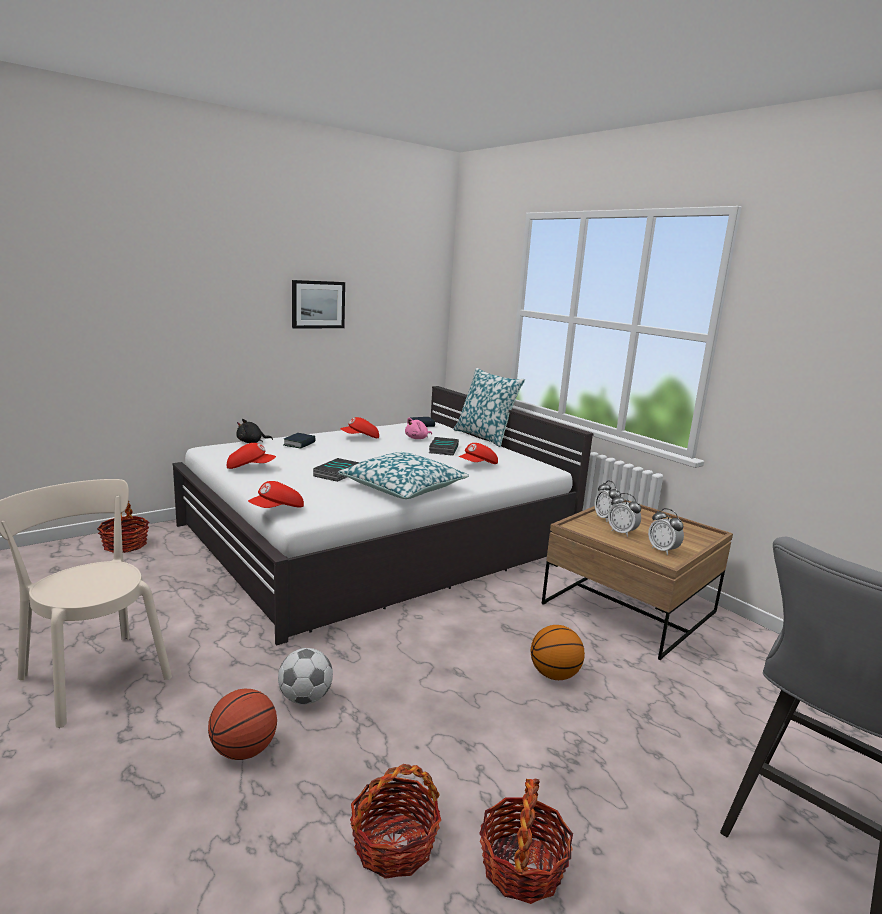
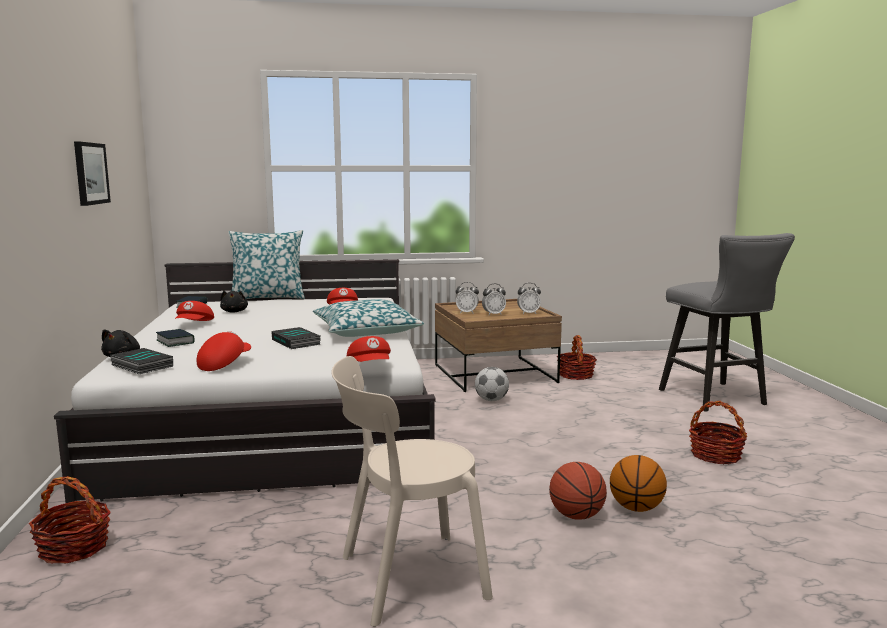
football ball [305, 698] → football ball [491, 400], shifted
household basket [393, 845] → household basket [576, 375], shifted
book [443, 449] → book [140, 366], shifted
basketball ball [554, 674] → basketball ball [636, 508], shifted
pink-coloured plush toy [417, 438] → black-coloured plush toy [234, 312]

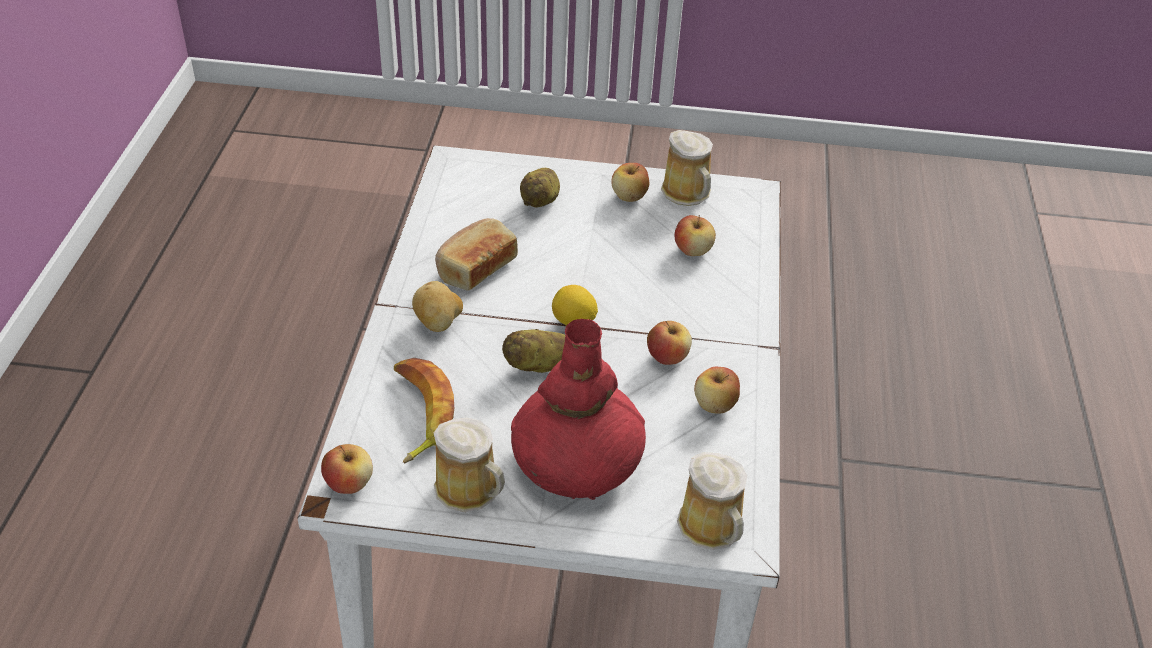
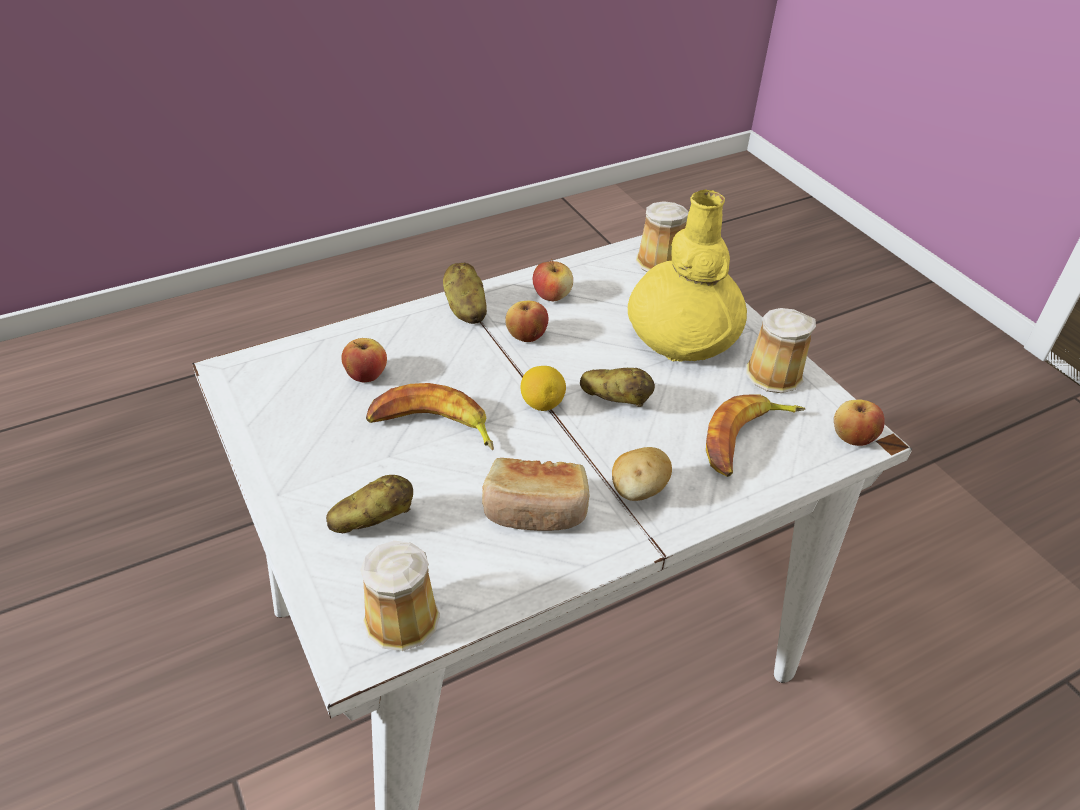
whole apple [629, 196] → -
- → whole banana [432, 427]
- → whole potato [465, 309]
coffee mug [688, 194] → coffee mug [404, 615], shifted
reddish flower vase [576, 462] → yellow flower vase [683, 335]

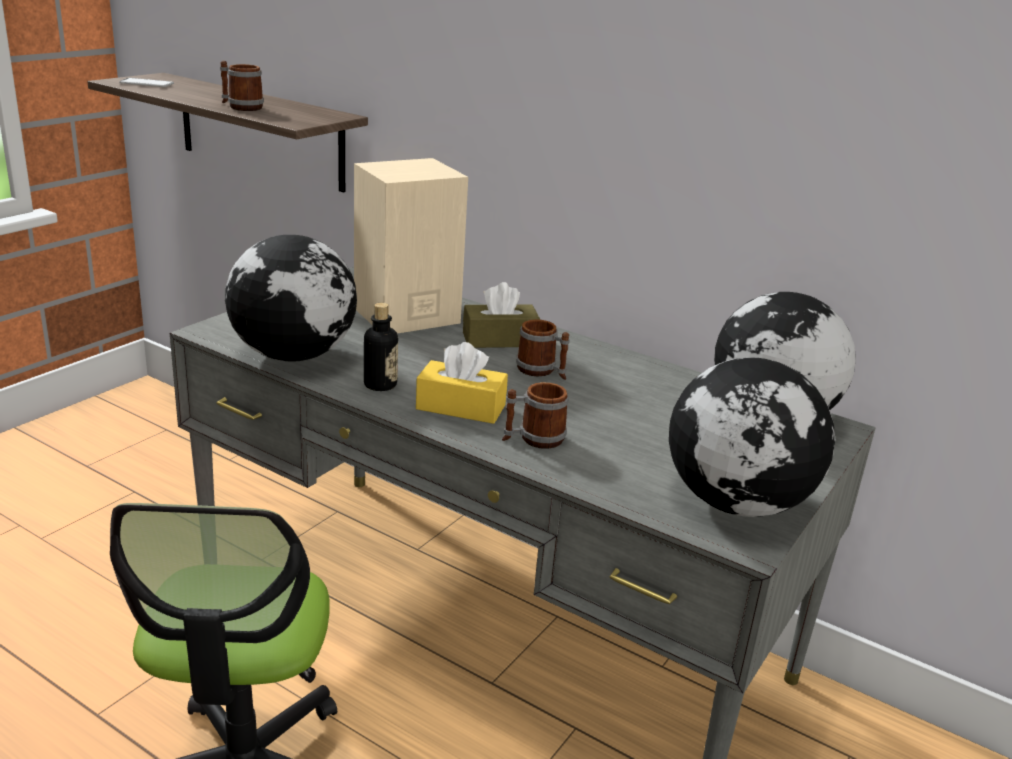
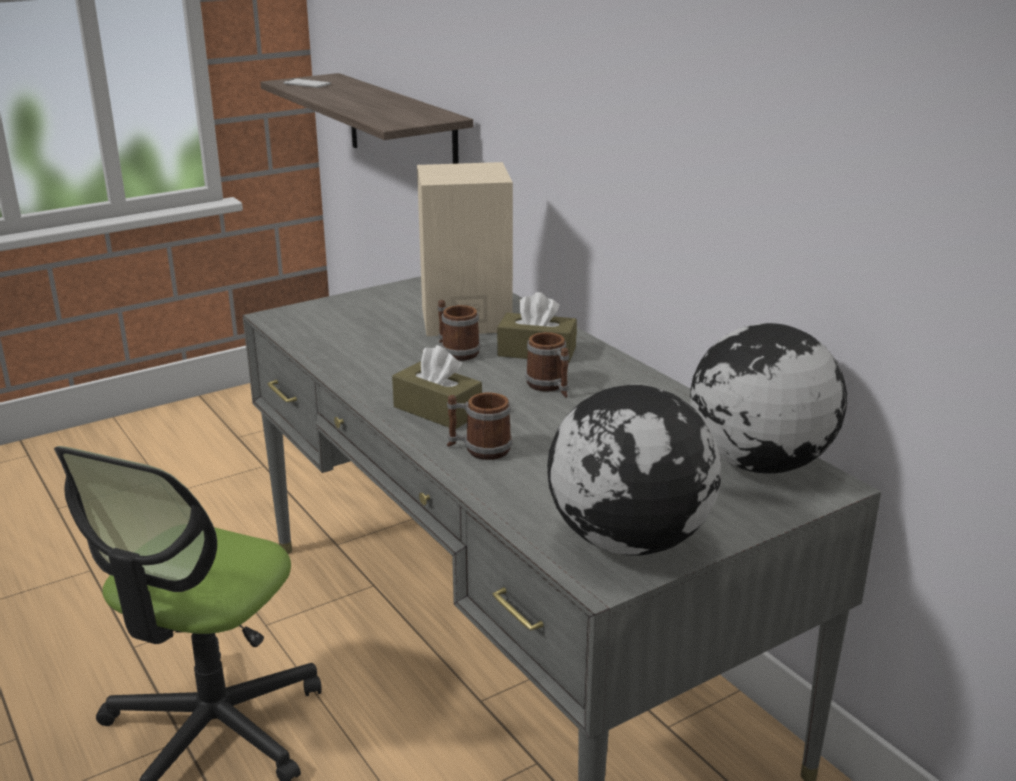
desk globe [294, 355] → -
drink bottle [380, 385] → -
coffee mug [241, 107] → coffee mug [456, 351], shifted
yellow tissue holder [461, 407] → brown tissue holder [437, 410]

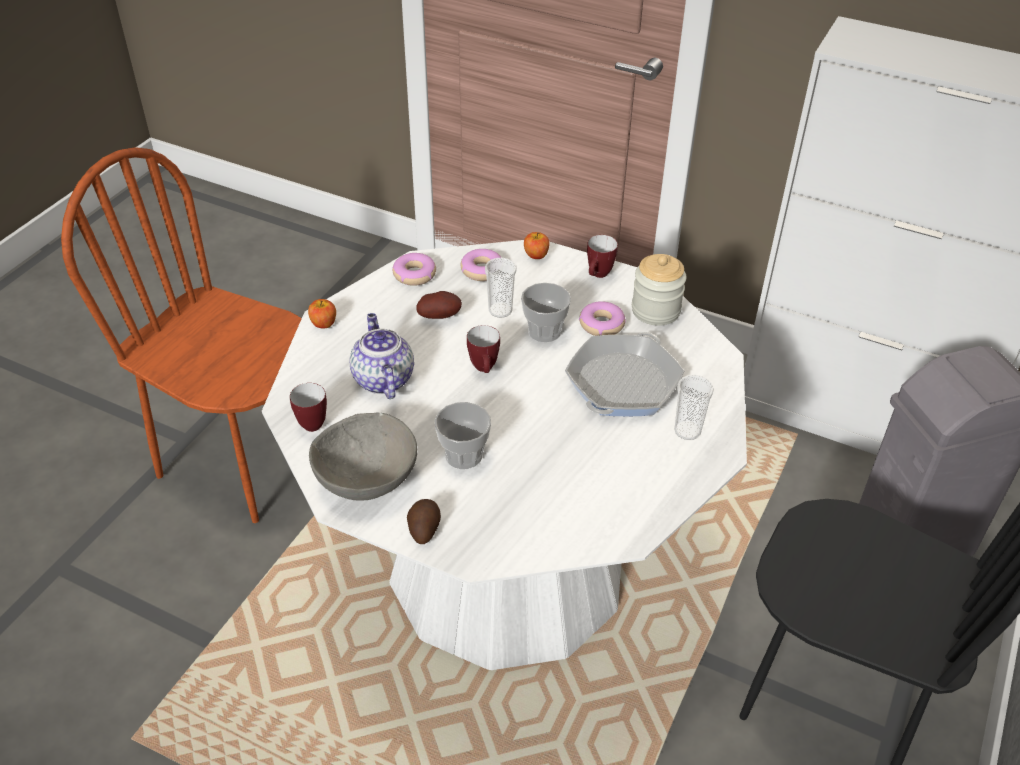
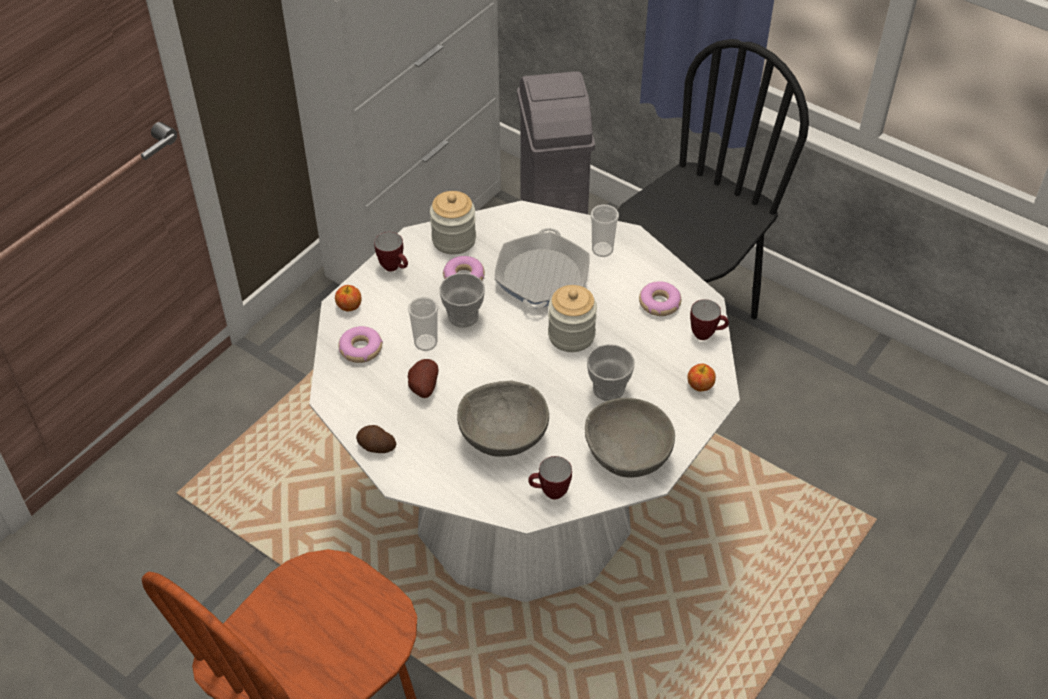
- → storage jar [571, 335]
whole apple [324, 323] → whole apple [700, 386], shifted
doughnut [414, 274] → doughnut [659, 303], shifted
whole potato [423, 528] → whole potato [376, 447], shifted
coffee mug [485, 369] → coffee mug [706, 334], shifted
teapot [382, 379] → greyish deep dish [502, 437]
pan [623, 384] → pan [542, 277], 60 degrees clockwise

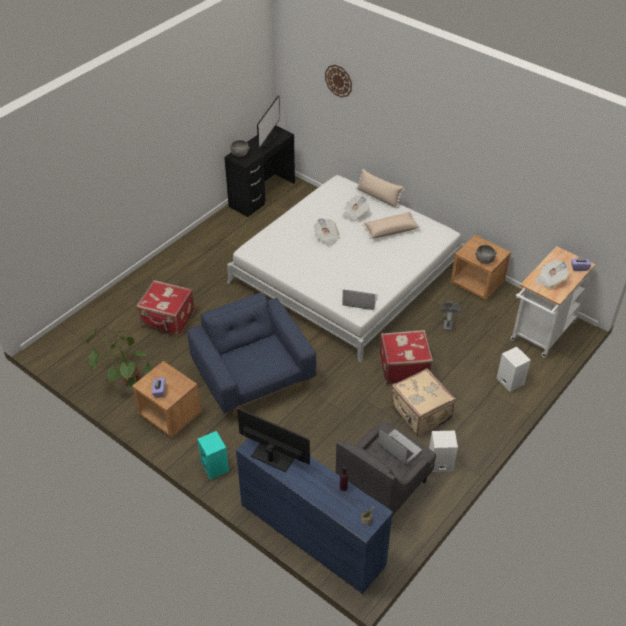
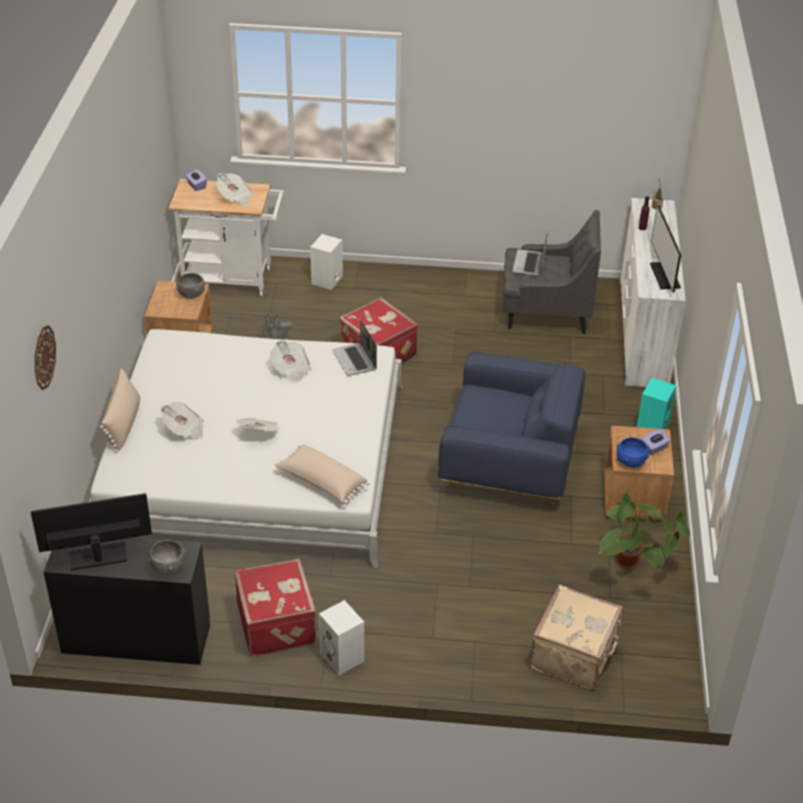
- → printed paper [291, 370]
- → blue-coloured deep dish [631, 462]
reddish suitcase [168, 319] → reddish suitcase [278, 624], shifted
beige-coloured pillow [390, 230] → beige-coloured pillow [321, 482], shifted
beige-coloured suitcase [420, 414] → beige-coloured suitcase [575, 655], shifted
white loudspeaker [439, 463] → white loudspeaker [343, 657], shifted
blue-coloured chest of drawers [312, 534] → white chest of drawers [642, 334]
blue-coloured lounge chair [253, 376] → blue-coloured lounge chair [510, 460], 105 degrees counterclockwise

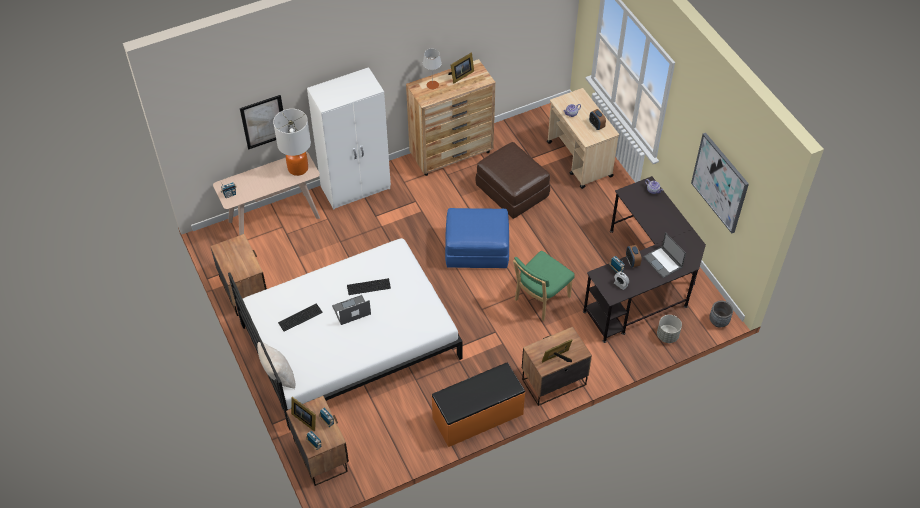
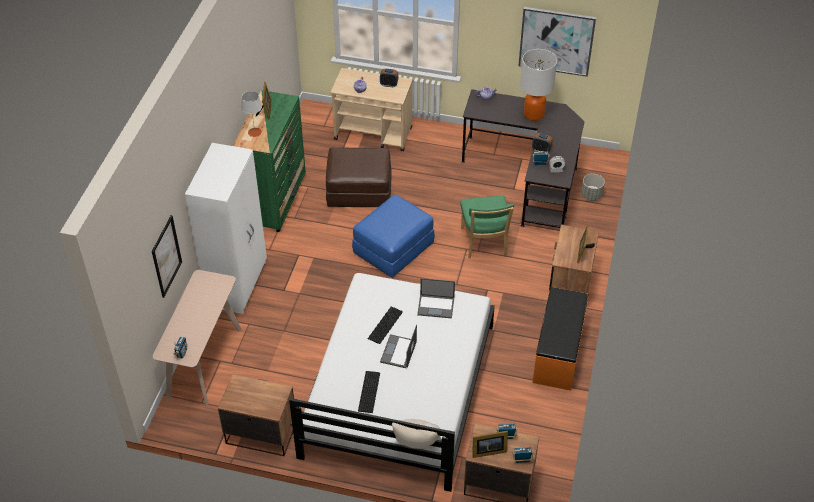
greyish planter [718, 321] → -
tabletop lamp [298, 168] → tabletop lamp [533, 114], shifted
notebook computer [663, 262] → notebook computer [436, 306], shifted
brown chest of drawers [452, 154] → greenish chest of drawers [276, 201]

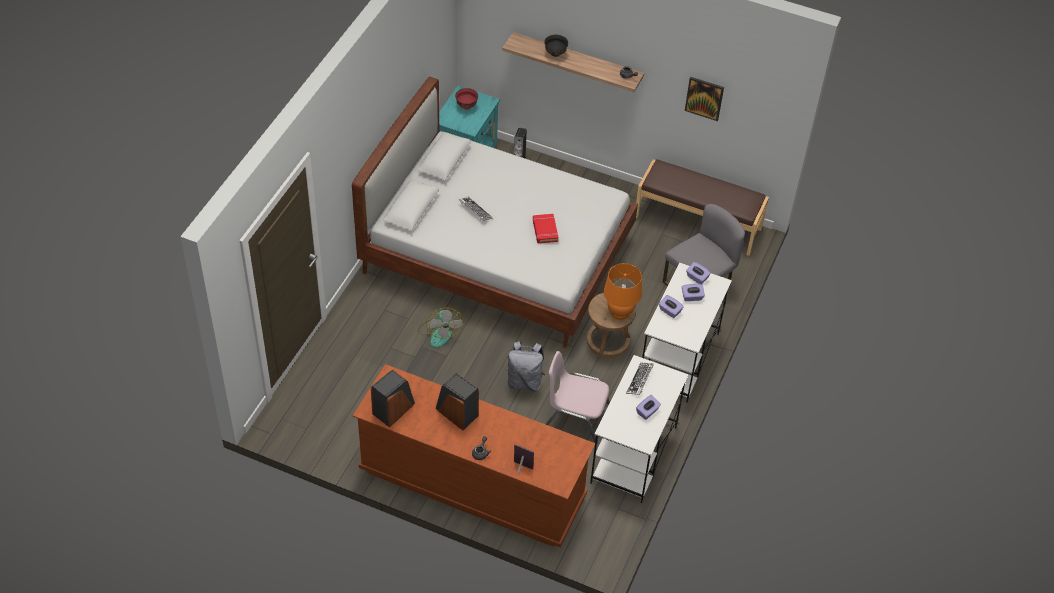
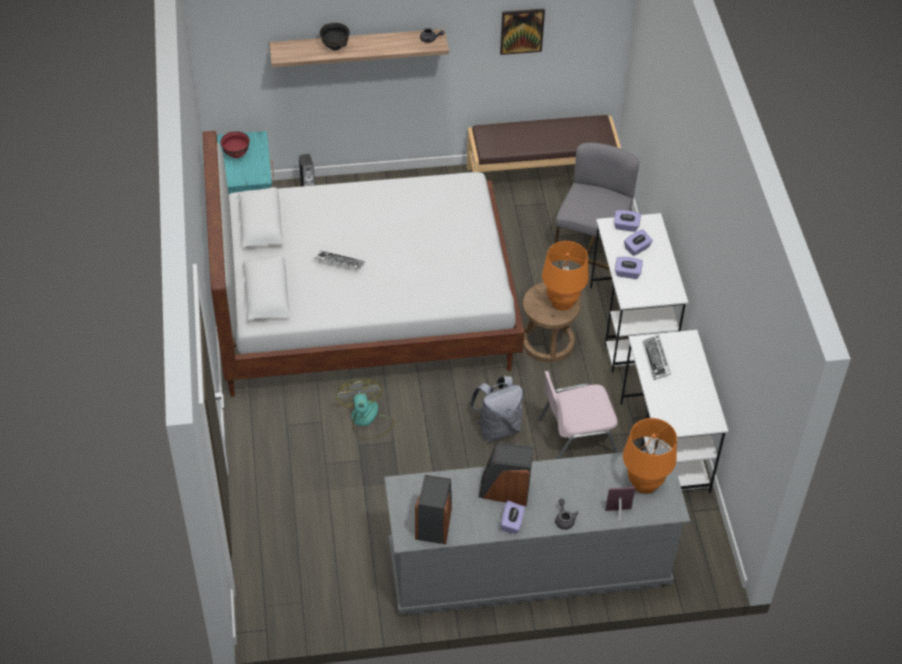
reddish book [545, 230] → -
- → orange tabletop lamp [644, 482]
purplish tissue holder [647, 412] → purplish tissue holder [512, 523], shifted
brown chest of drawers [472, 484] → greyish chest of drawers [529, 565]
electric fan [439, 332] → electric fan [366, 420], 150 degrees counterclockwise

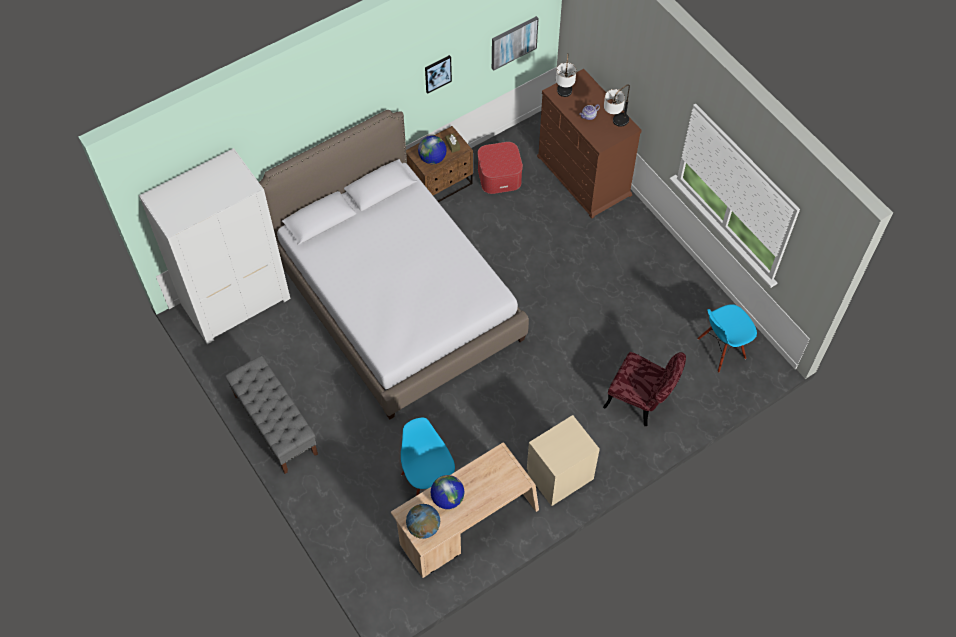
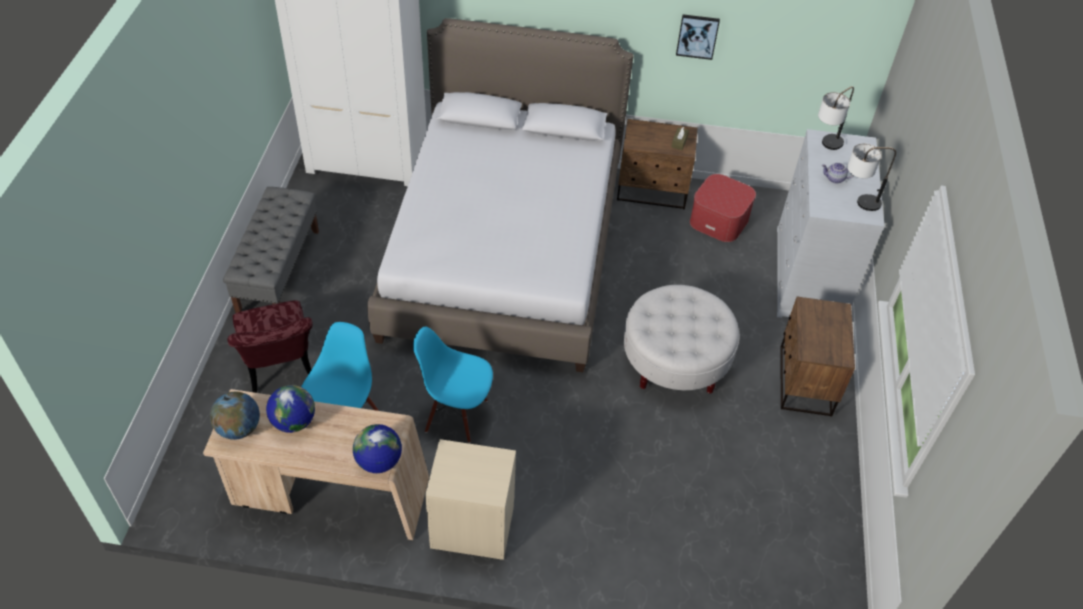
wall art [513, 42] → -
- → white ottoman [675, 362]
- → brown bedside table [804, 381]
desk globe [432, 159] → desk globe [379, 461], shifted
reddish chair [641, 401] → reddish chair [280, 370], shifted
blue-coloured chair [721, 349] → blue-coloured chair [456, 415], shifted
brown chest of drawers [584, 176] → white chest of drawers [810, 275]

